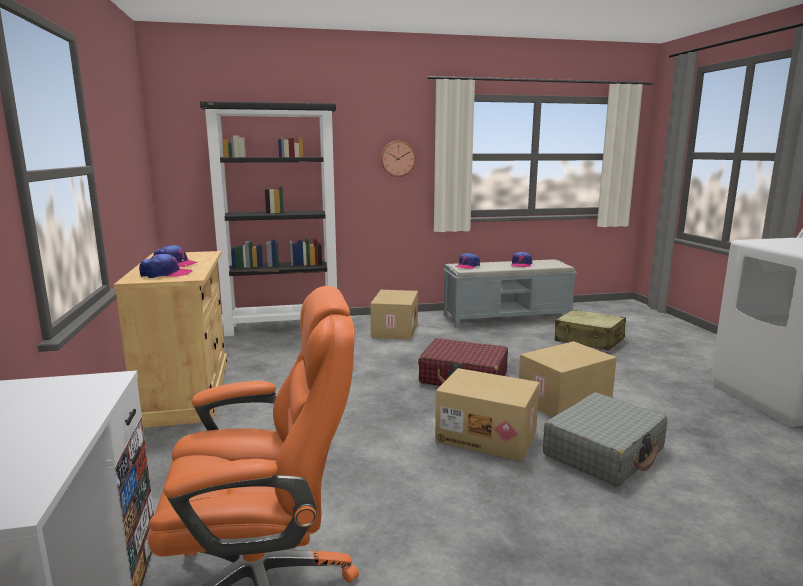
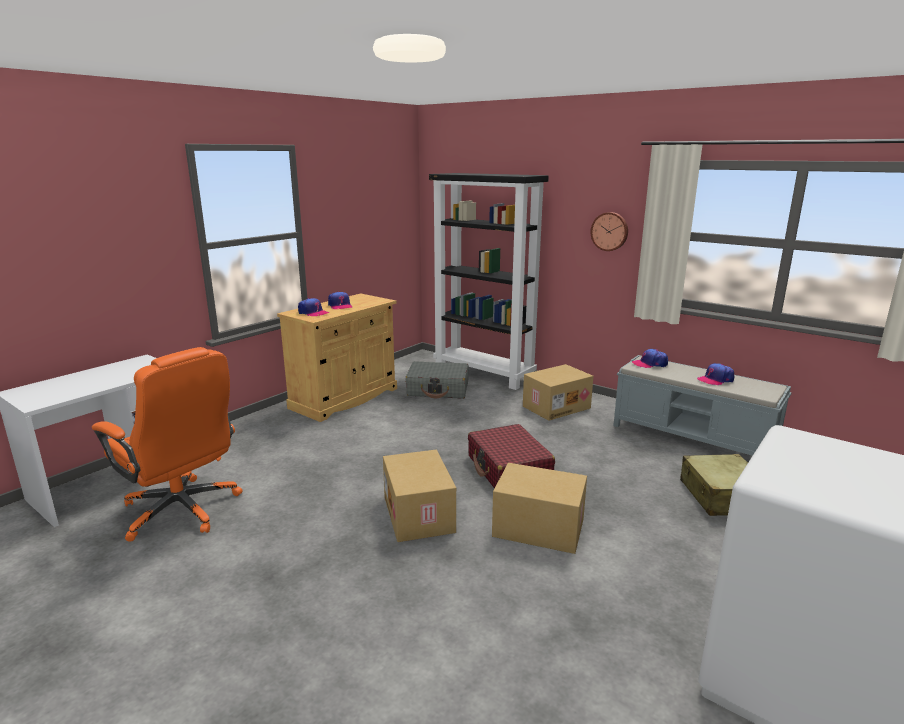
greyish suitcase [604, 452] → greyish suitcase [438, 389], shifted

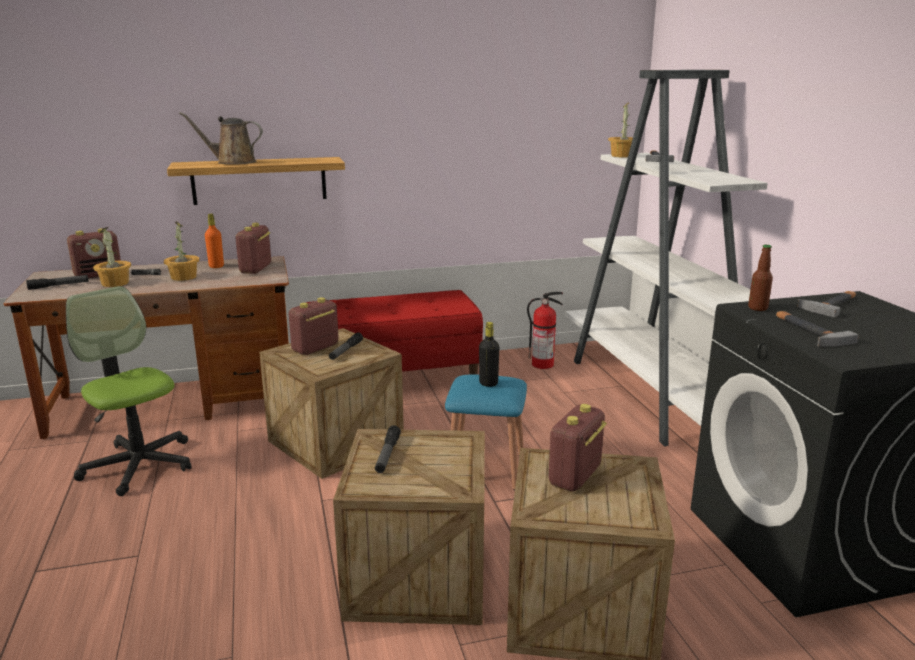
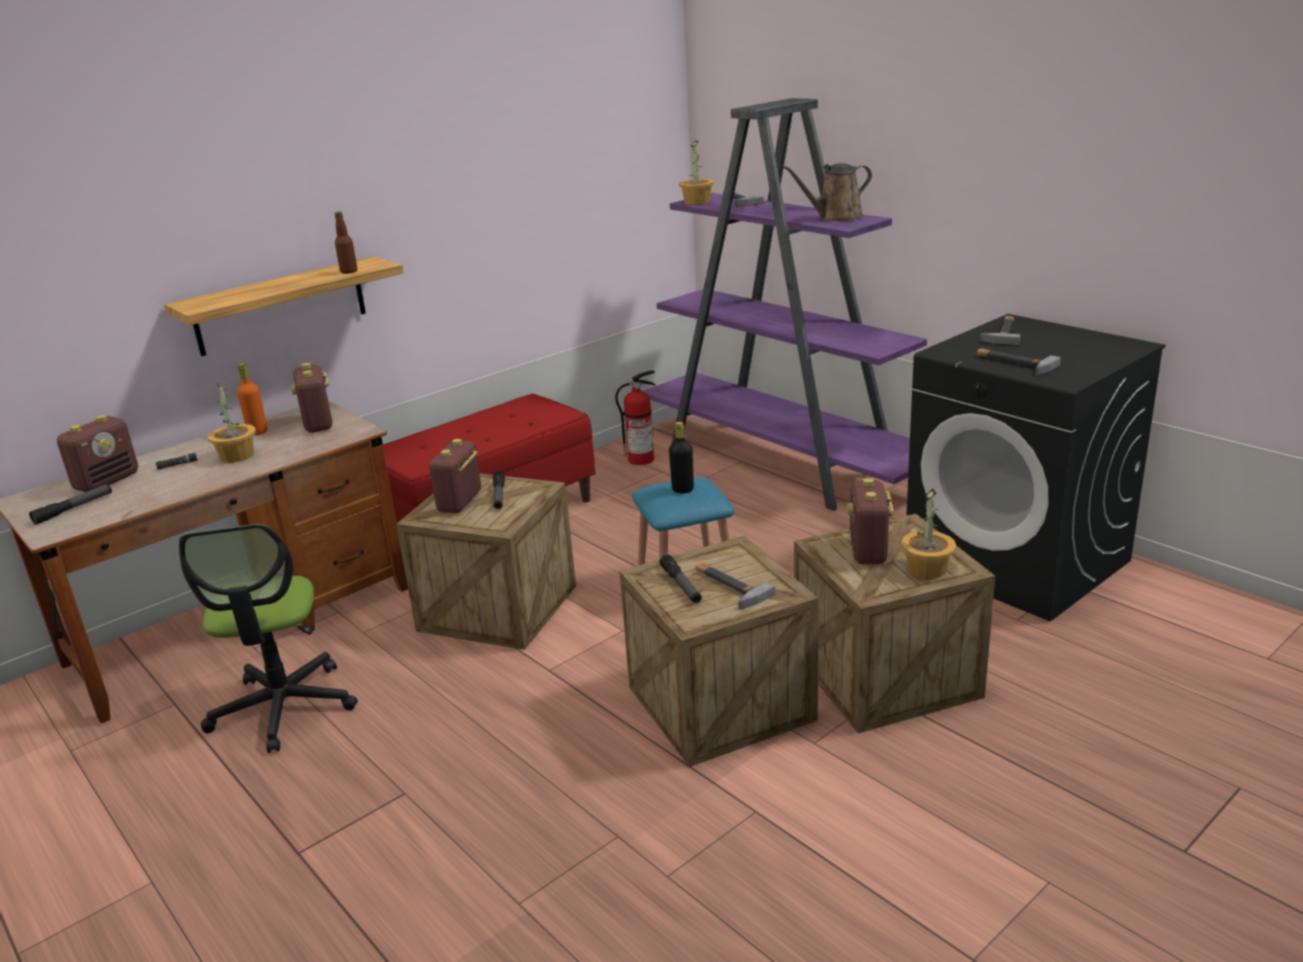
- → hand hammer [727, 586]
plant in a pot [115, 283] → plant in a pot [927, 569], shifted
brown sprinkling can [232, 162] → brown sprinkling can [835, 218], shifted
drink bottle [757, 308] → drink bottle [349, 271], shifted
white bookcase [655, 395] → purplish bookcase [783, 462]
office chair [139, 465] → office chair [283, 707], 120 degrees counterclockwise

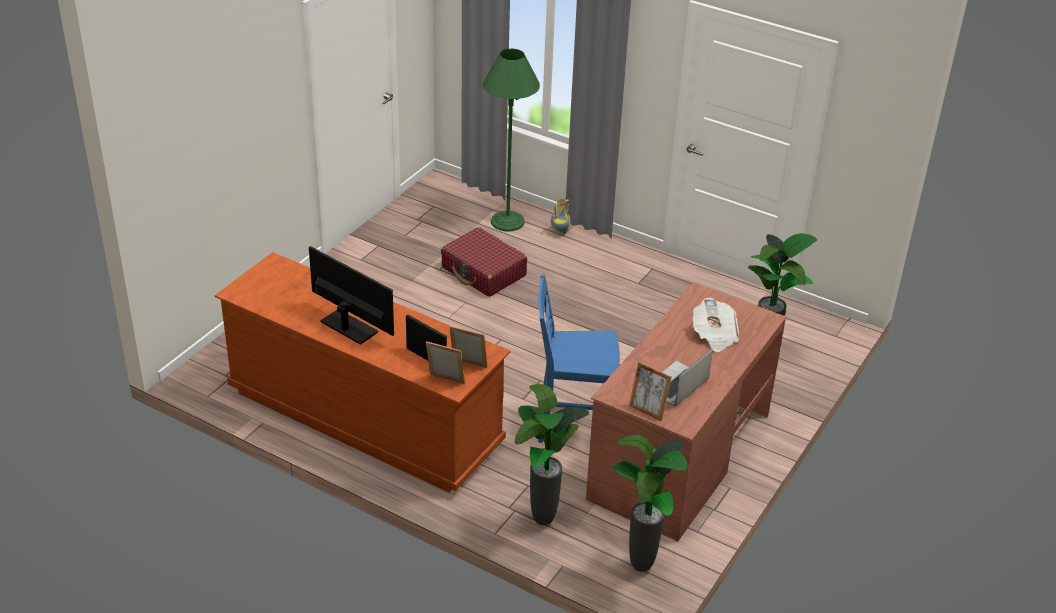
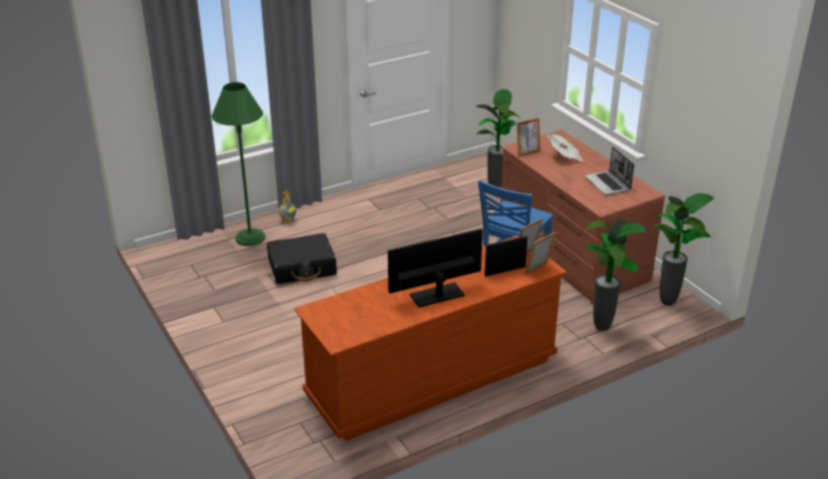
photo frame [647, 410] → photo frame [527, 152], shifted
reddish suitcase [483, 272] → black-coloured suitcase [302, 267]

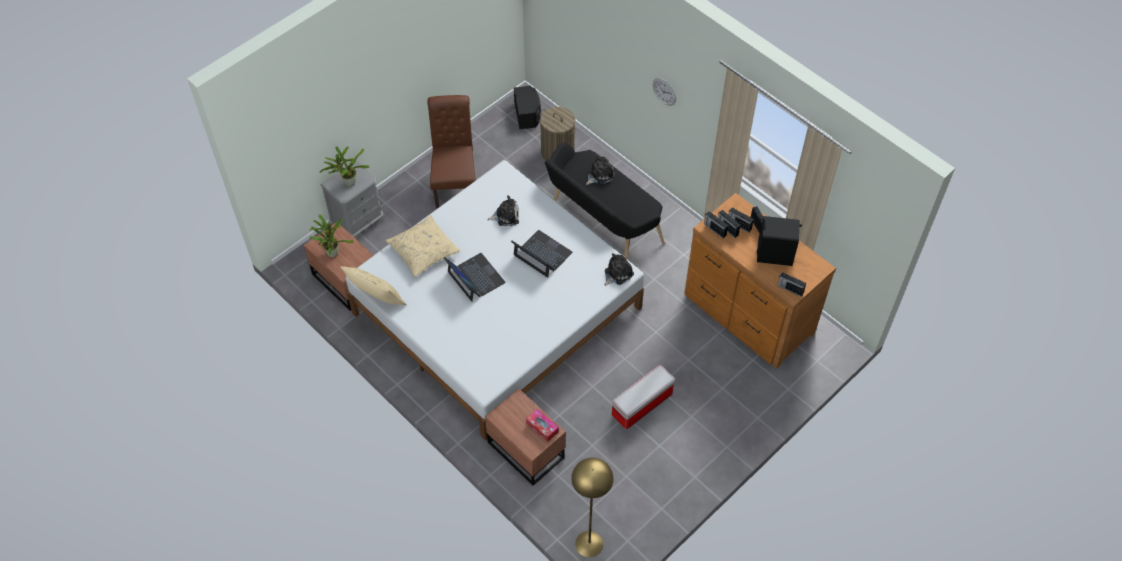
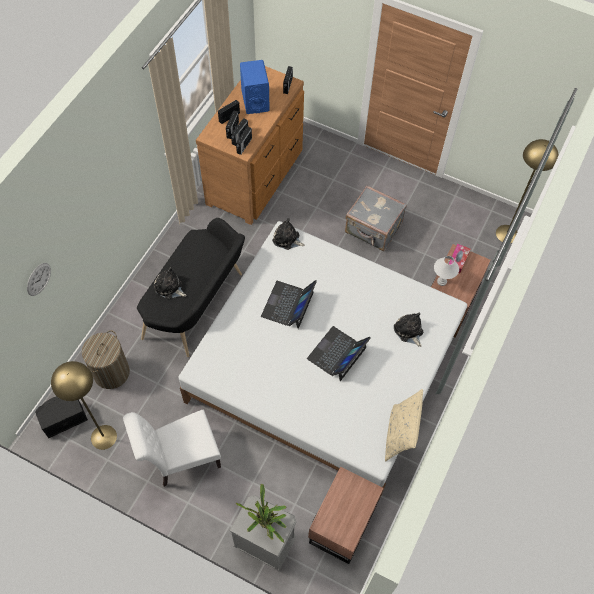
plant in a pot [332, 252] → -
beige-coloured pillow [423, 250] → -
- → yellow standing lamp [104, 437]
- → white tabletop lamp [442, 281]
plush toy [506, 216] → plush toy [409, 331], shifted
wall clock [664, 91] → wall clock [38, 279], shifted
storage bin [641, 405] → greyish suitcase [373, 229]
brown chair [455, 183] → white chair [181, 460]
black-coloured loudspeaker [775, 254] → blue-coloured loudspeaker [255, 101]

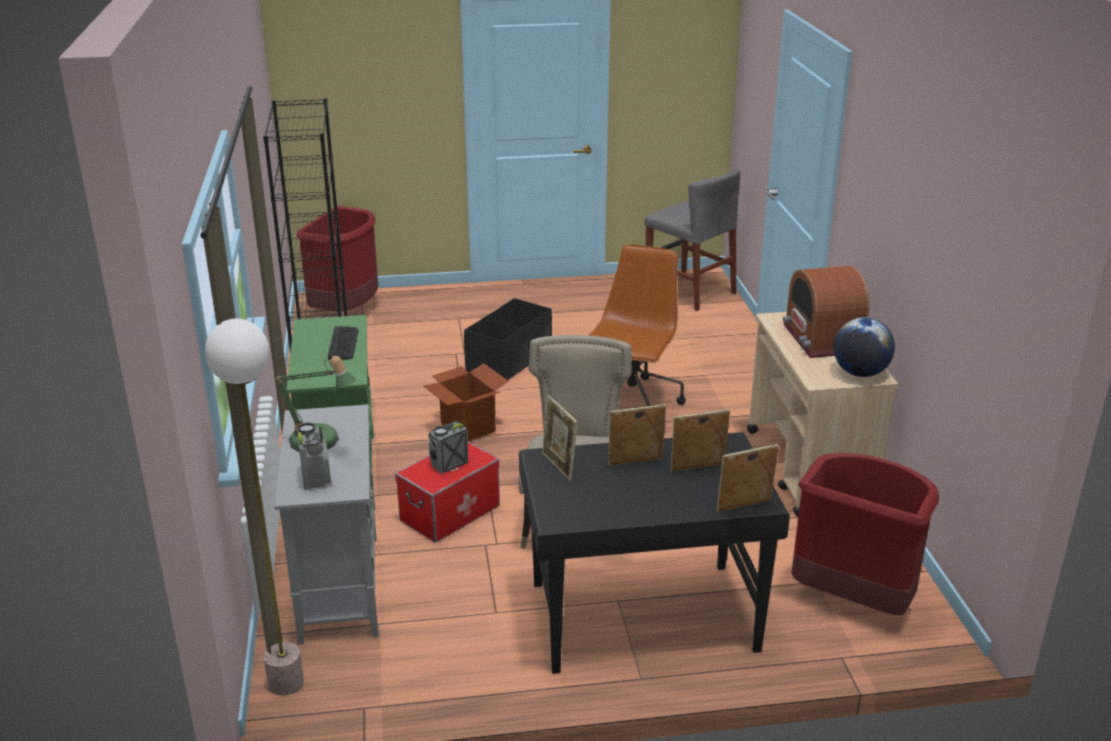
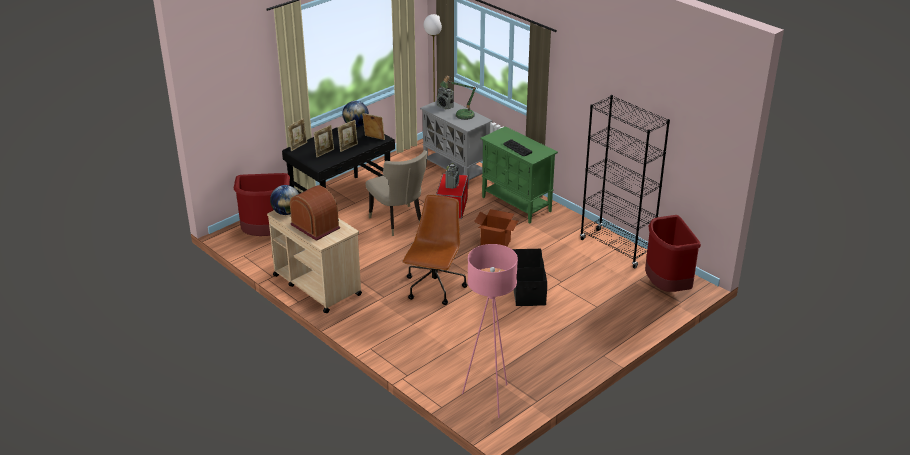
- → desk globe [356, 125]
greyish chair [689, 291] → pink-coloured standing lamp [489, 399]
brown office chair [631, 403] → brown office chair [434, 288], 150 degrees counterclockwise

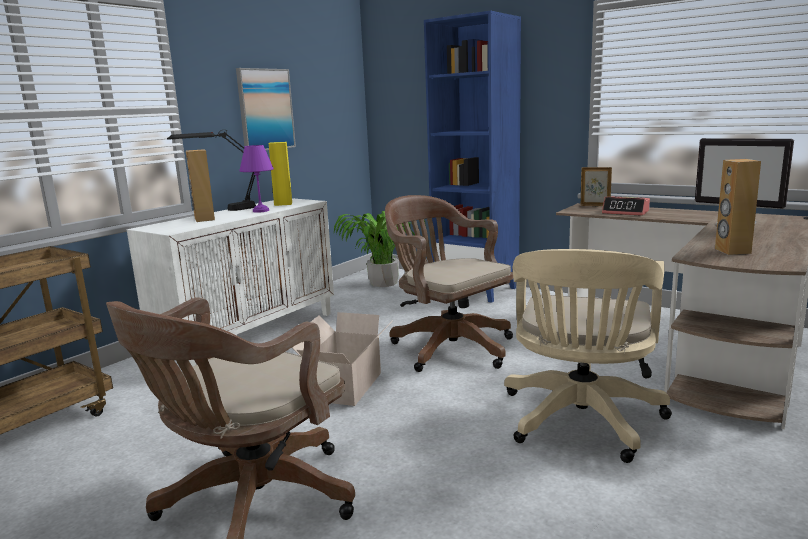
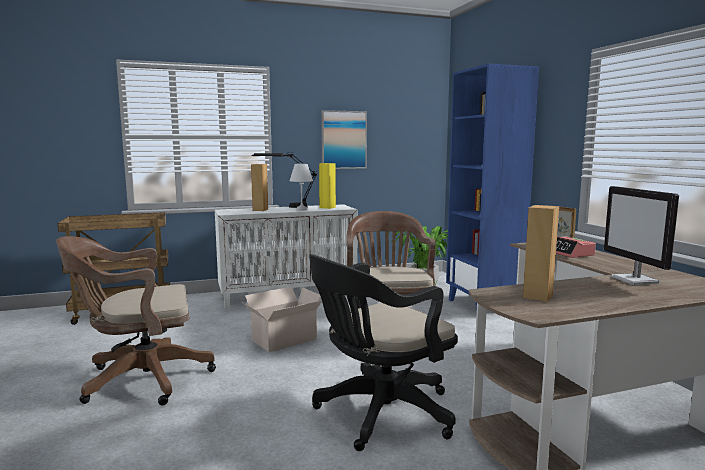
purplish tabletop lamp [261, 211] → white tabletop lamp [302, 209]
beige-coloured office chair [580, 422] → black-coloured office chair [379, 414]

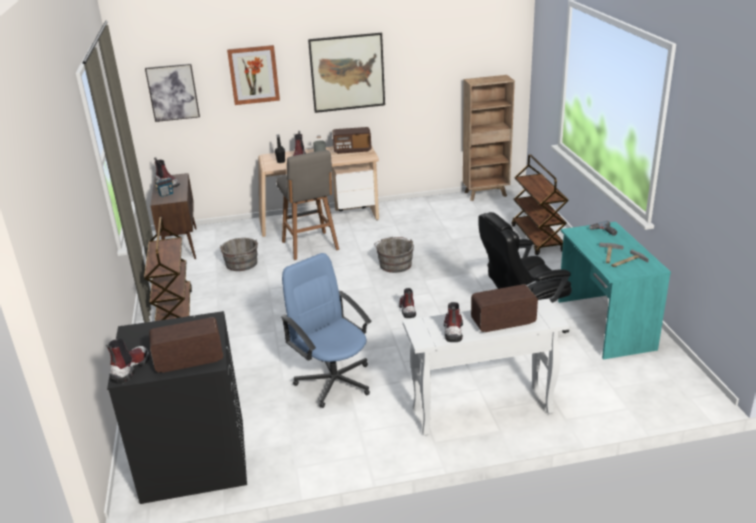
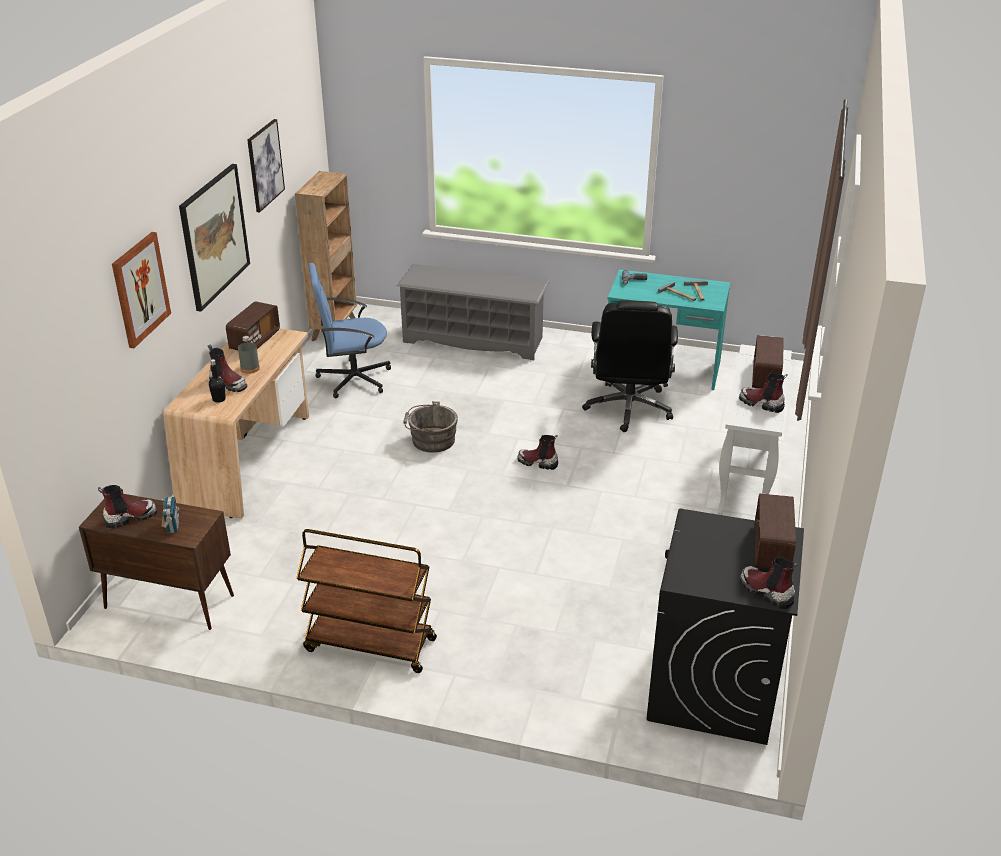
greyish water bucket [241, 264] → -
greyish stool [310, 246] → -
wall art [173, 92] → wall art [265, 165], shifted
blue-coloured office chair [334, 381] → blue-coloured office chair [353, 379], shifted
brown trolley [537, 238] → greyish shoe rack [474, 340]

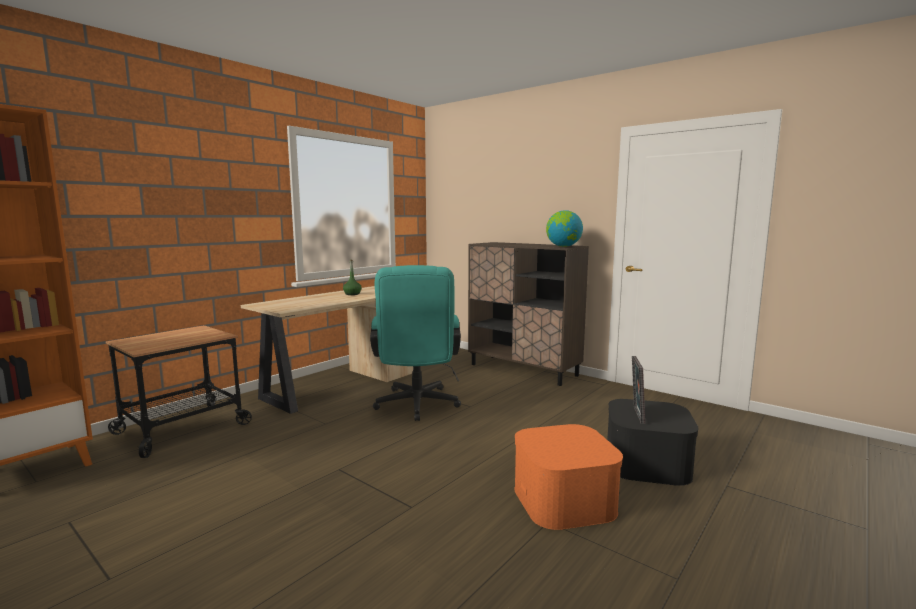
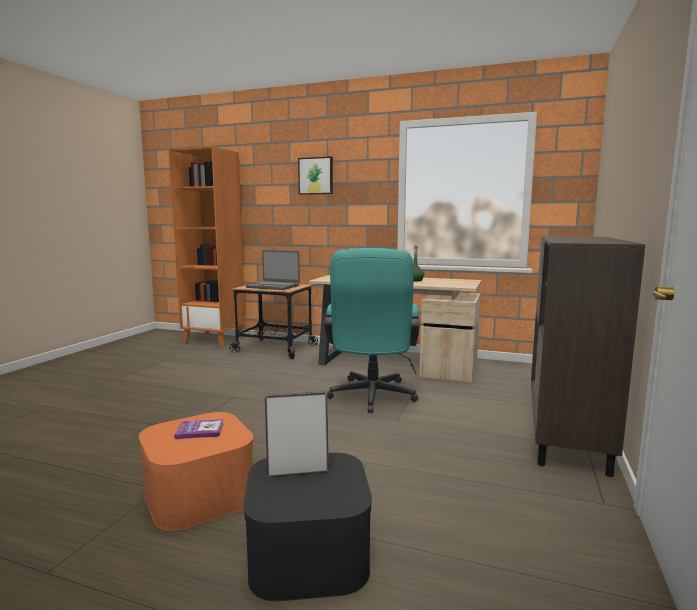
desk globe [563, 246] → -
- → book [200, 430]
- → notebook computer [273, 286]
- → wall art [316, 176]
turquoise office chair [416, 406] → turquoise office chair [371, 398], 60 degrees counterclockwise

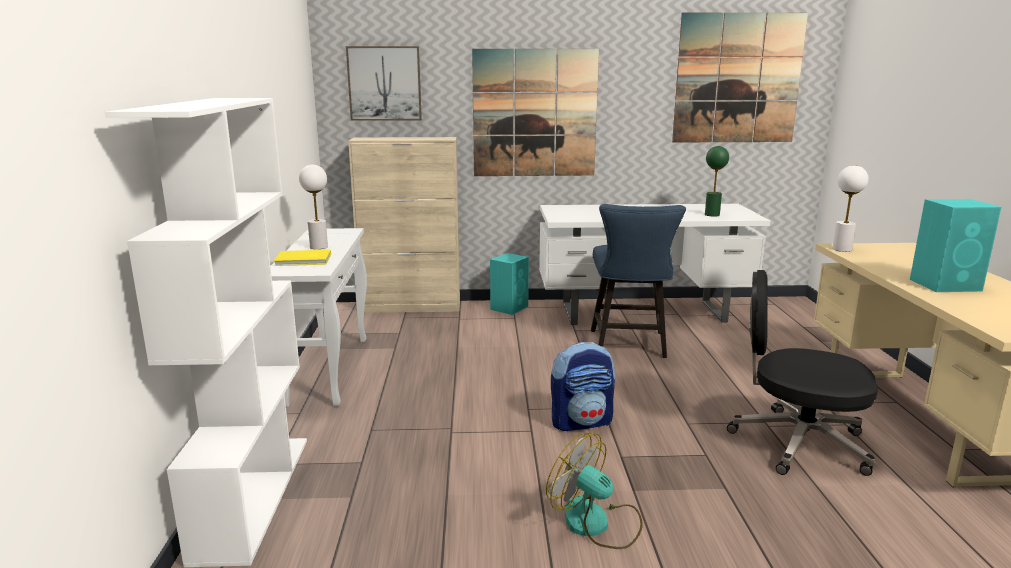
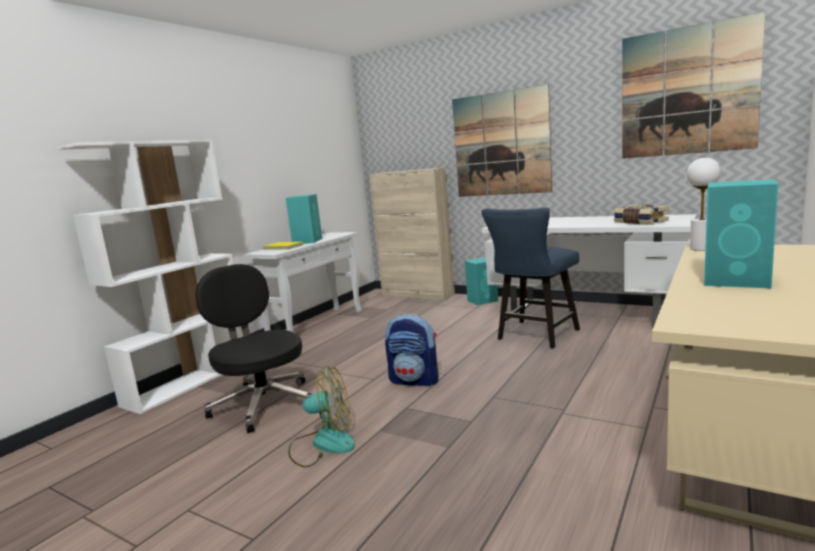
wall art [384, 83] → -
black-coloured office chair [796, 443] → black-coloured office chair [263, 404], shifted
white tabletop lamp [318, 247] → turquoise loudspeaker [307, 241]
greenish tabletop lamp [712, 215] → book [639, 222]
electric fan [596, 524] → electric fan [323, 444], 105 degrees clockwise

